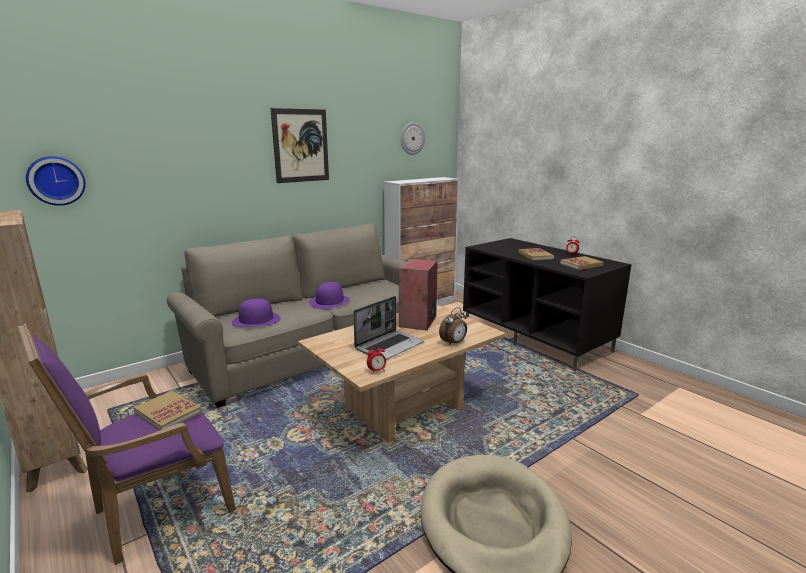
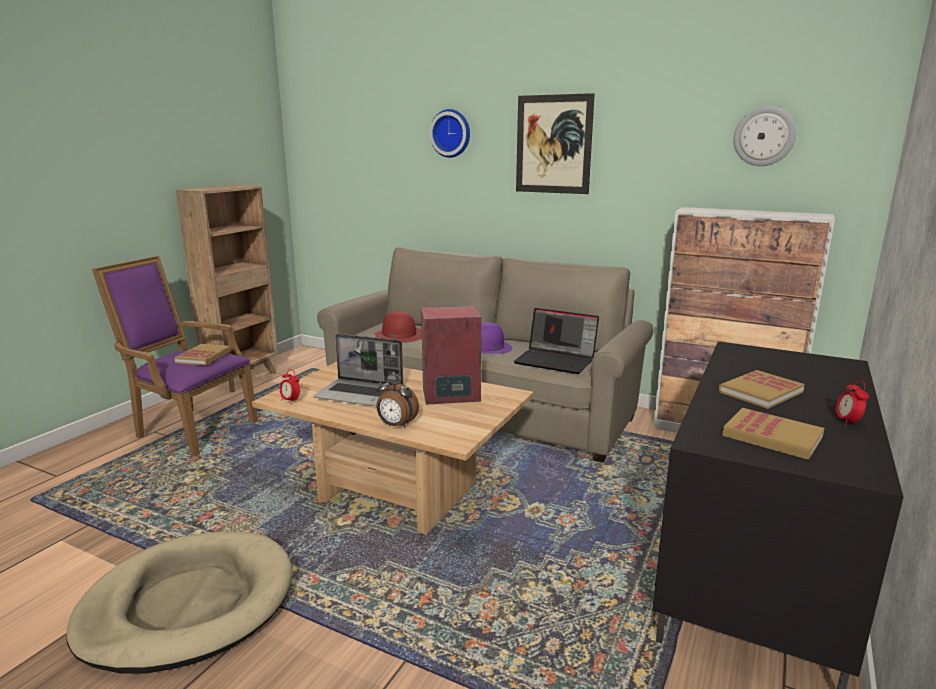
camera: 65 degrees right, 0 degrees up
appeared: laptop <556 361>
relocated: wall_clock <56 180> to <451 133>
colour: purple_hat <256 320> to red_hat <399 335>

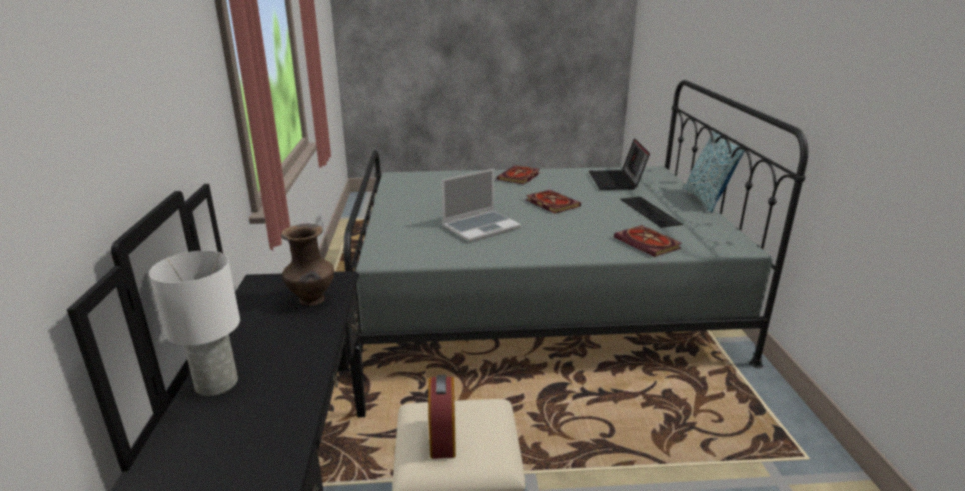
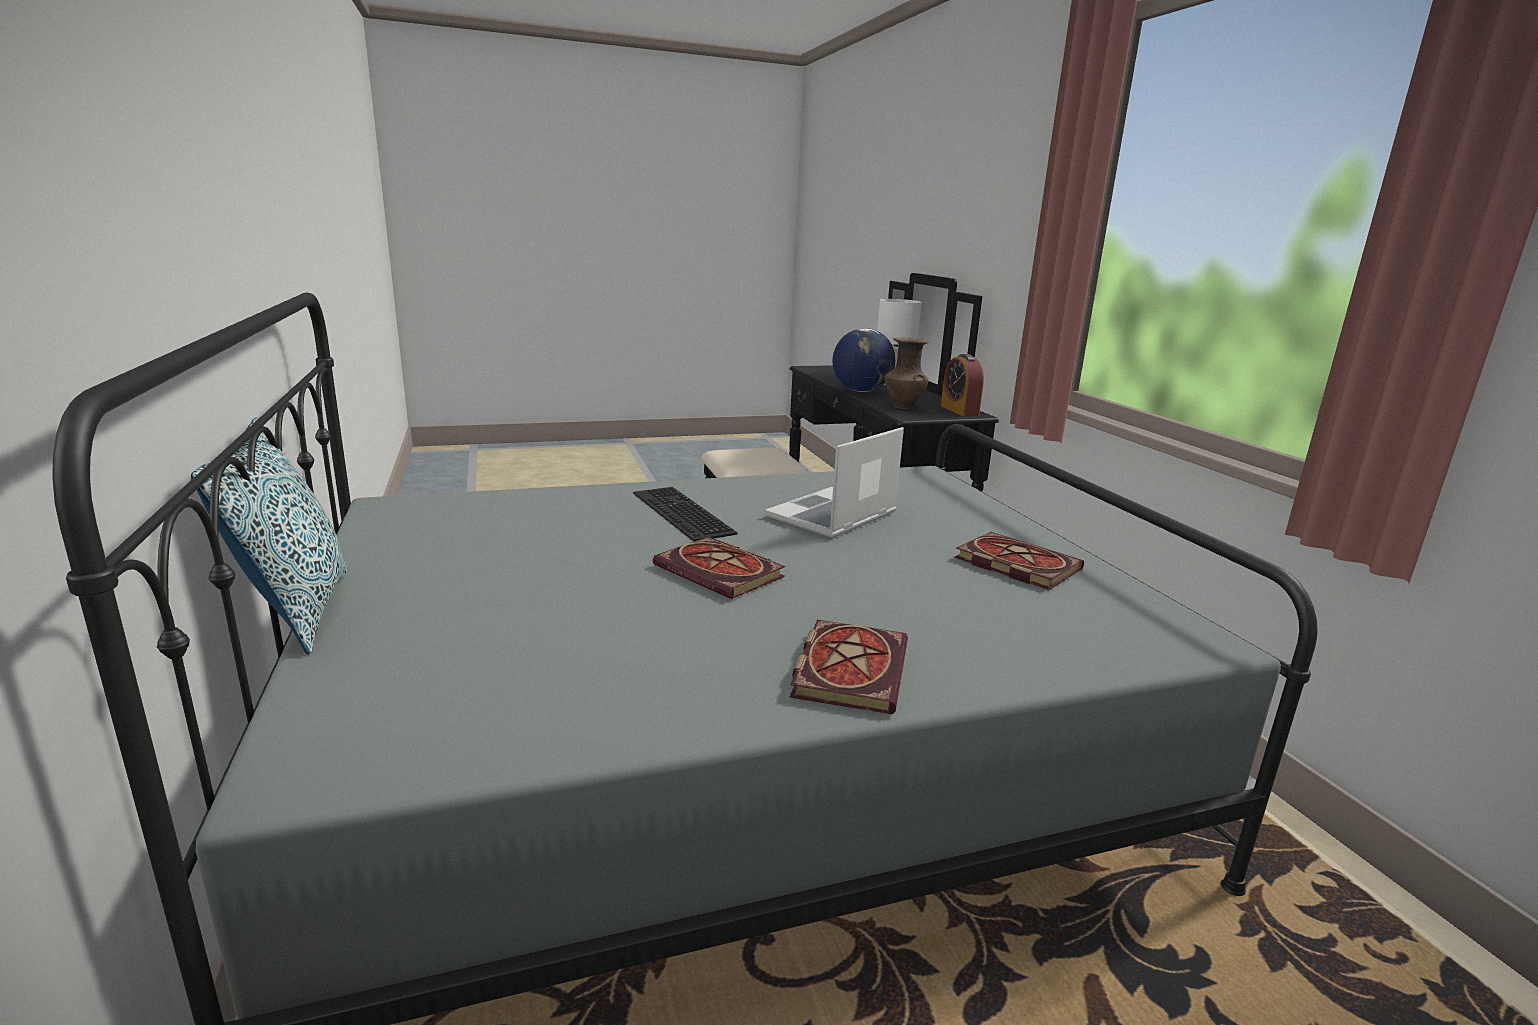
camera: 165 degrees right, 5 degrees down
missing: laptop <616 181>
appeared: globe <861 391>
relocated: keyboard <651 211> to <678 512>; book <649 243> to <1013 564>; alarm_clock <443 437> to <959 410>

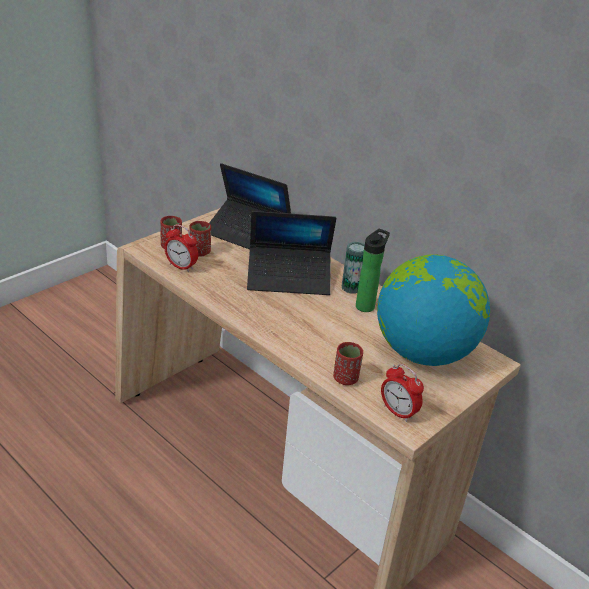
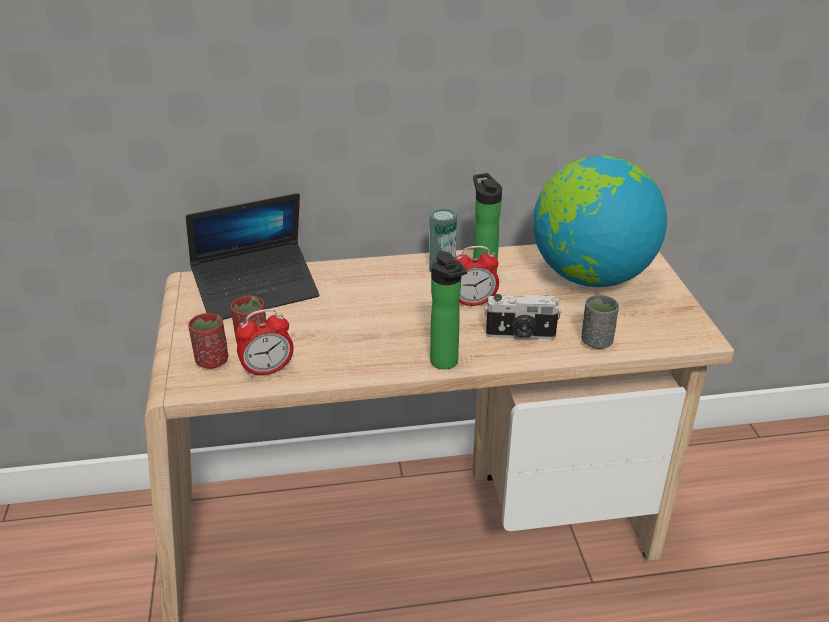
camera: 50 degrees left, 0 degrees up
missing: laptop <289 278>
appeared: bottle <446 364>; photo_camera <520 335>
relocated: alarm_clock <398 412> to <473 302>
colour: red_cup <345 379> to grey_cup <596 341>

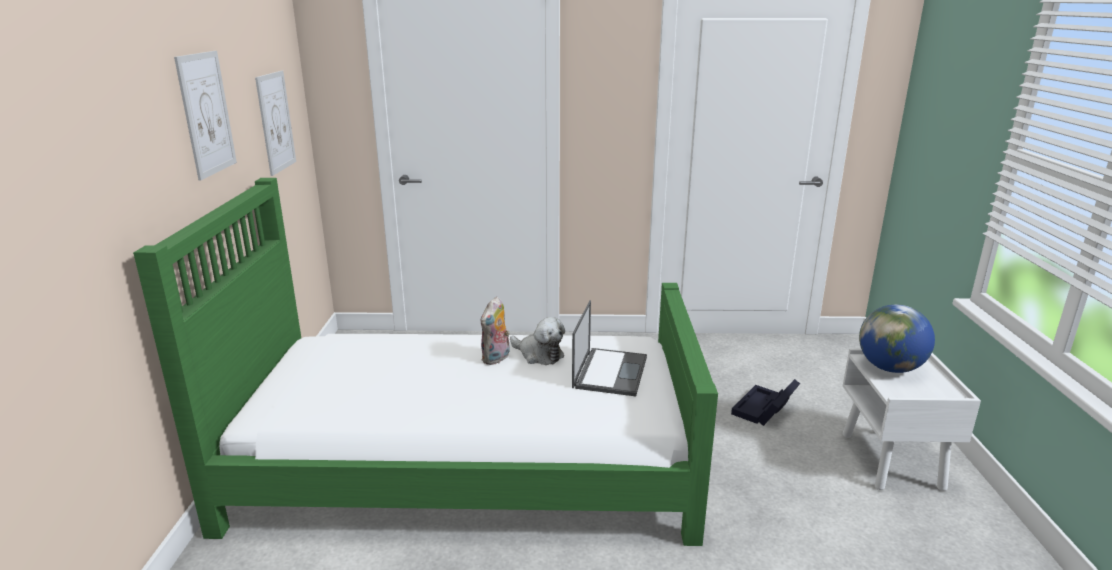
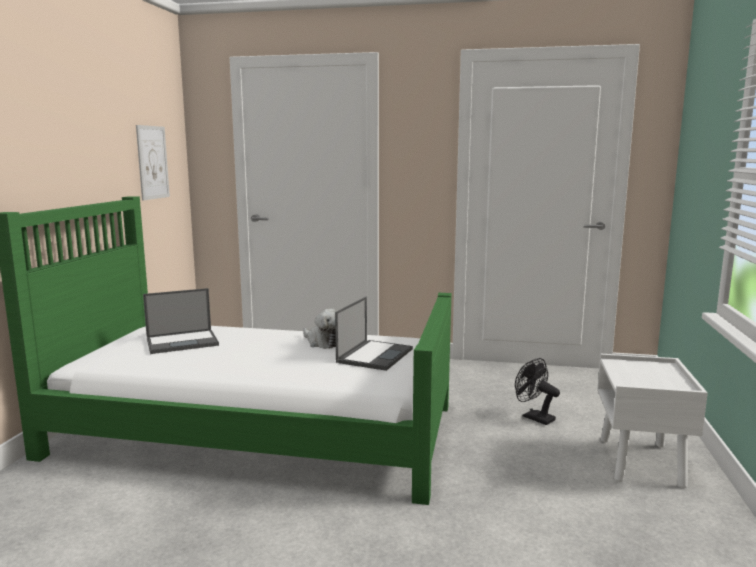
camera: 10 degrees right, 10 degrees down
missing: picture <206 114>; plush_toy <496 359>; globe <890 368>
appeared: laptop <183 342>
exchanged: black_storage_box <764 410> to black_fan <534 417>

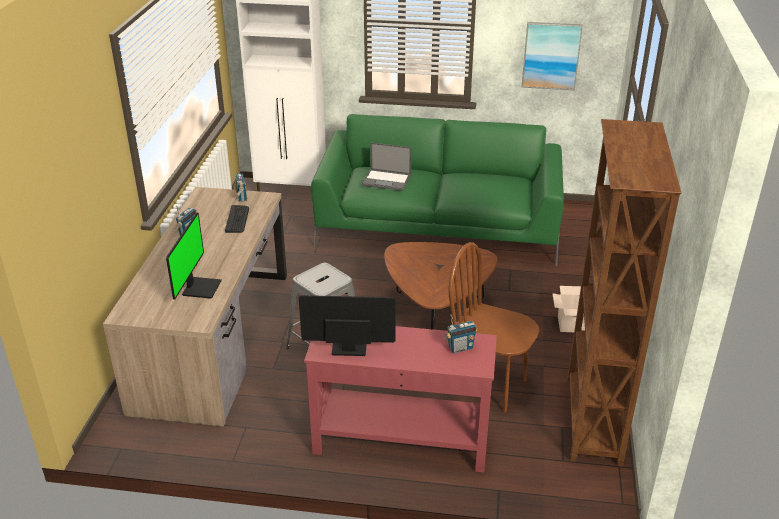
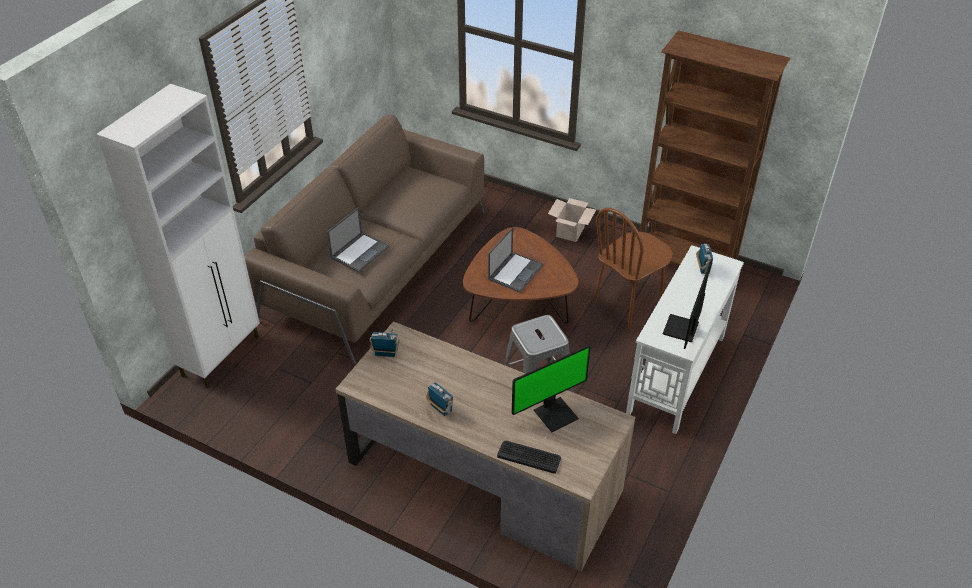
camera: 70 degrees left, 10 degrees up
missing: picture <551 55>
appeared: laptop <515 272>
relocated: keyboard <237 219> to <529 456>
colour: green_sofa <438 227> to brown_sofa <377 263>; red_console_table <400 440> to white_console_table <676 374>
spun: monitor <200 288> = <555 413> 120 degrees clockwise

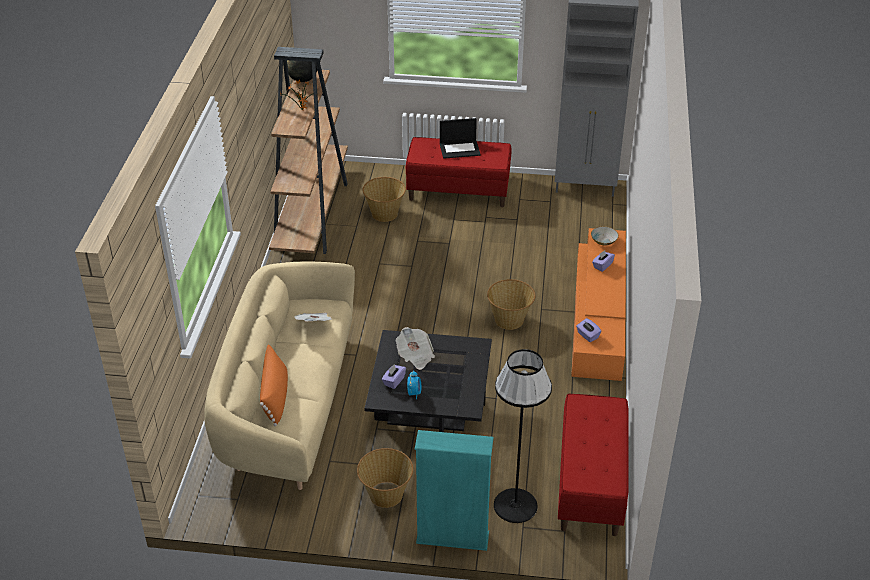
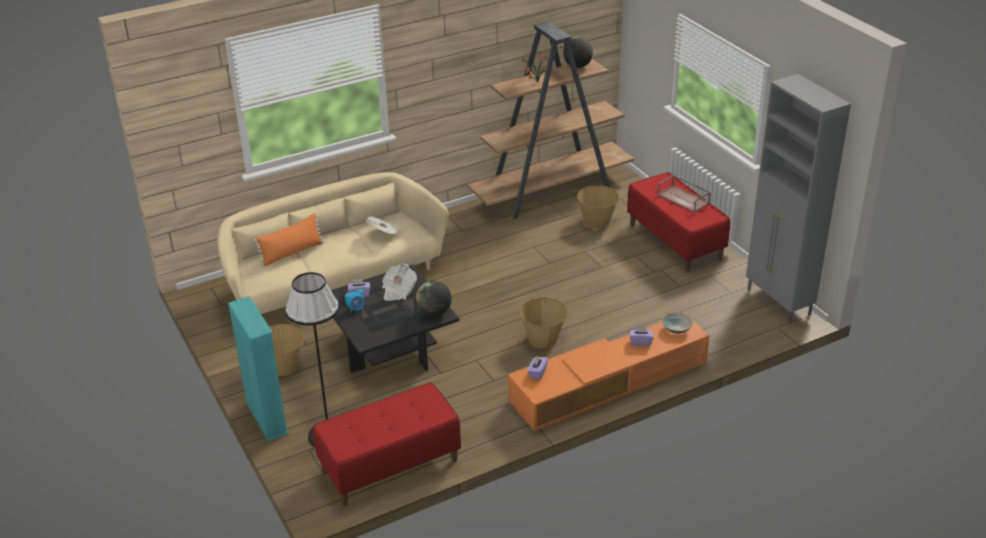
camera: 55 degrees right, 5 degrees down
appeared: globe <434 312>
exchanged: laptop <460 149> to brown_tray <684 199>

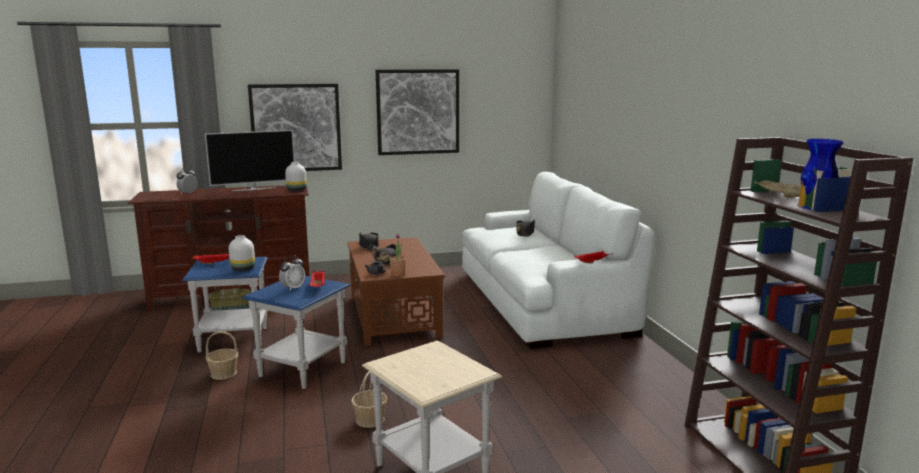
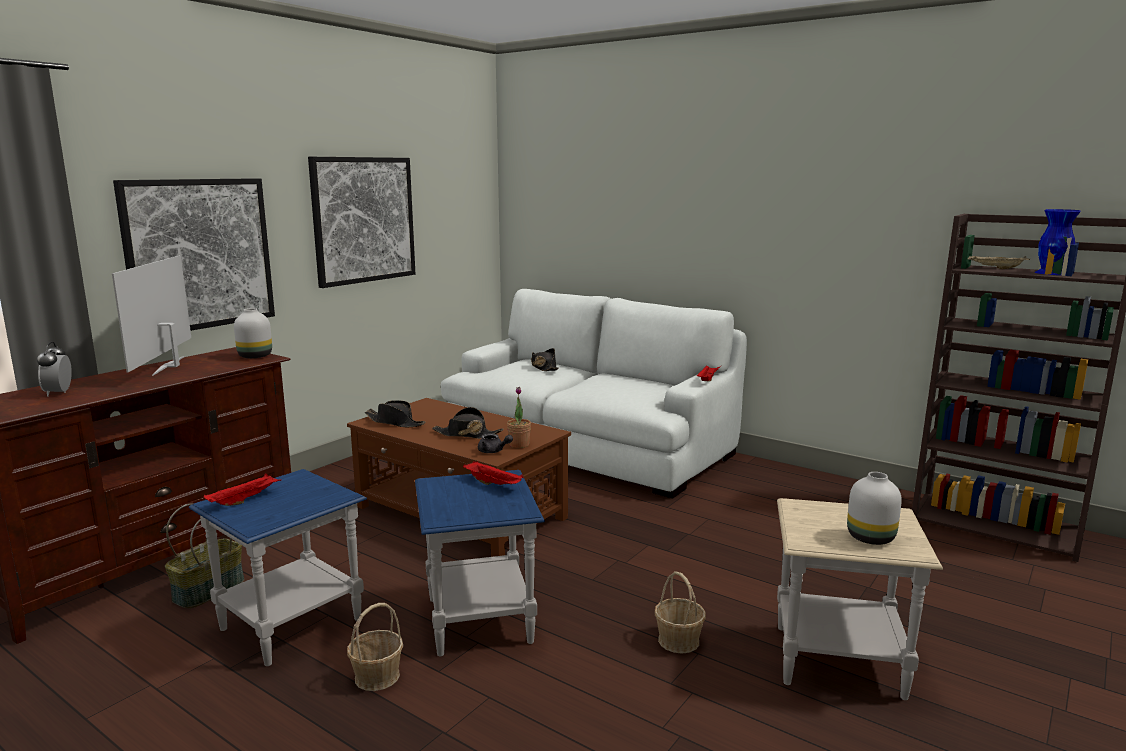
camera: 40 degrees left, 0 degrees up
missing: alarm_clock <293 288>
relocated: white_vase <242 269> to <869 538>
spun: television <254 189> = <170 366> 150 degrees clockwise

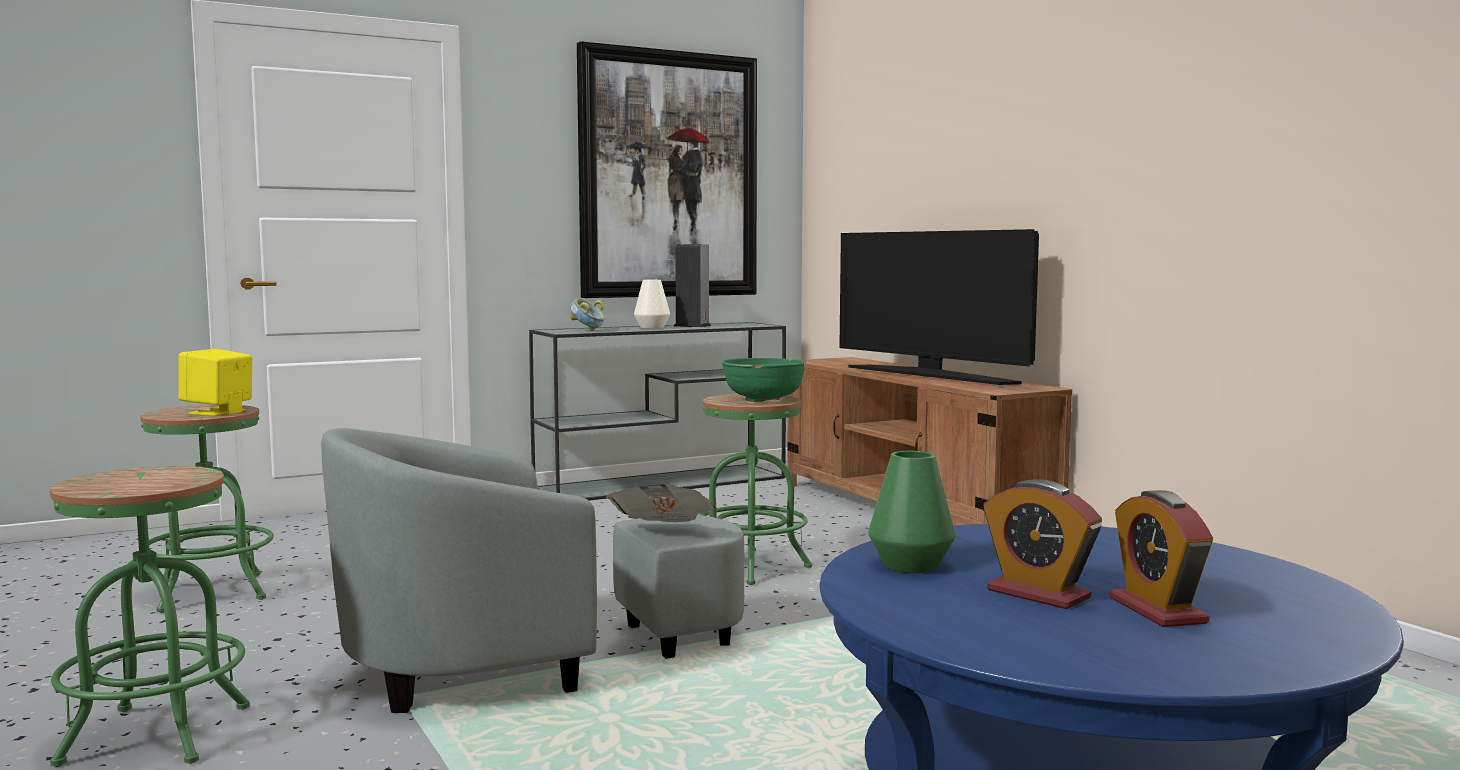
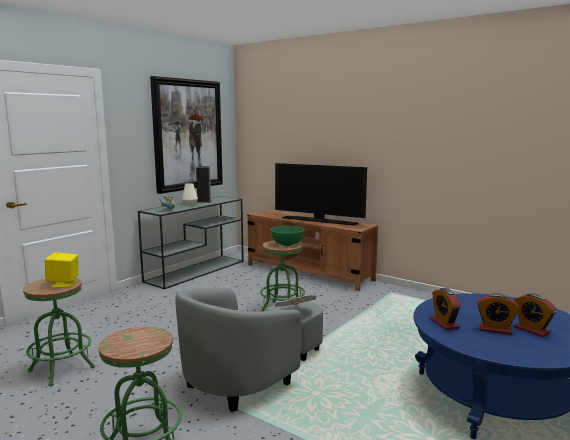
camera: 25 degrees left, 5 degrees up
exchanged: green_vase <911 565> to alarm_clock <444 323>

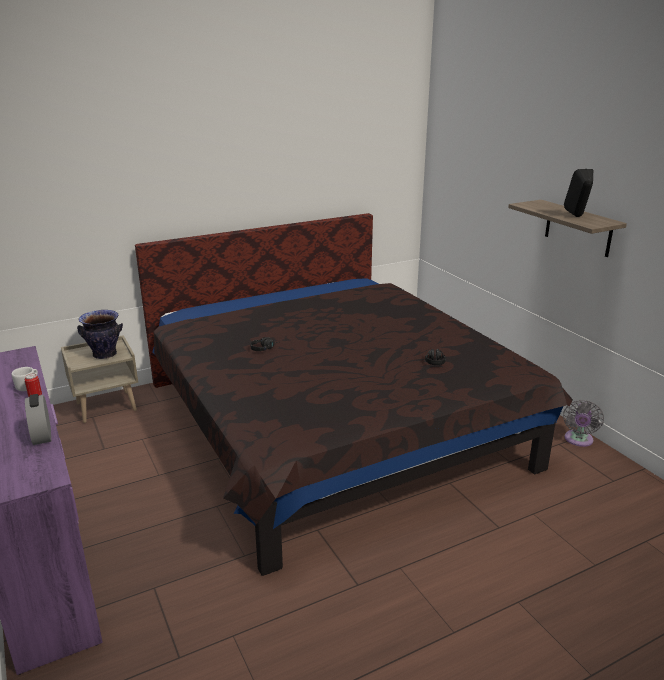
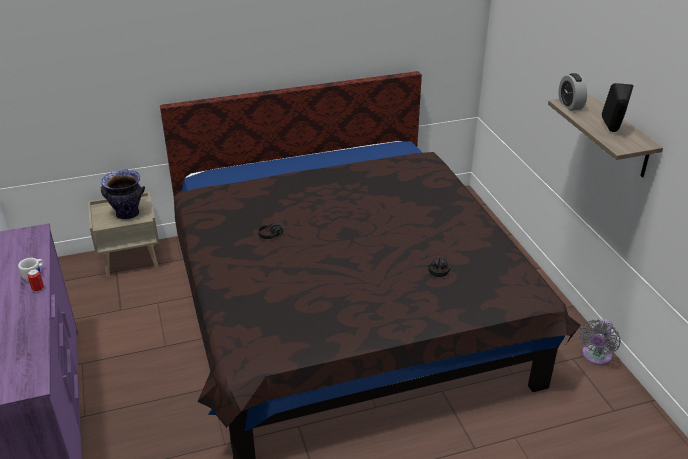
camera: 10 degrees right, 10 degrees up
relocated: alarm_clock <42 435> to <570 105>

